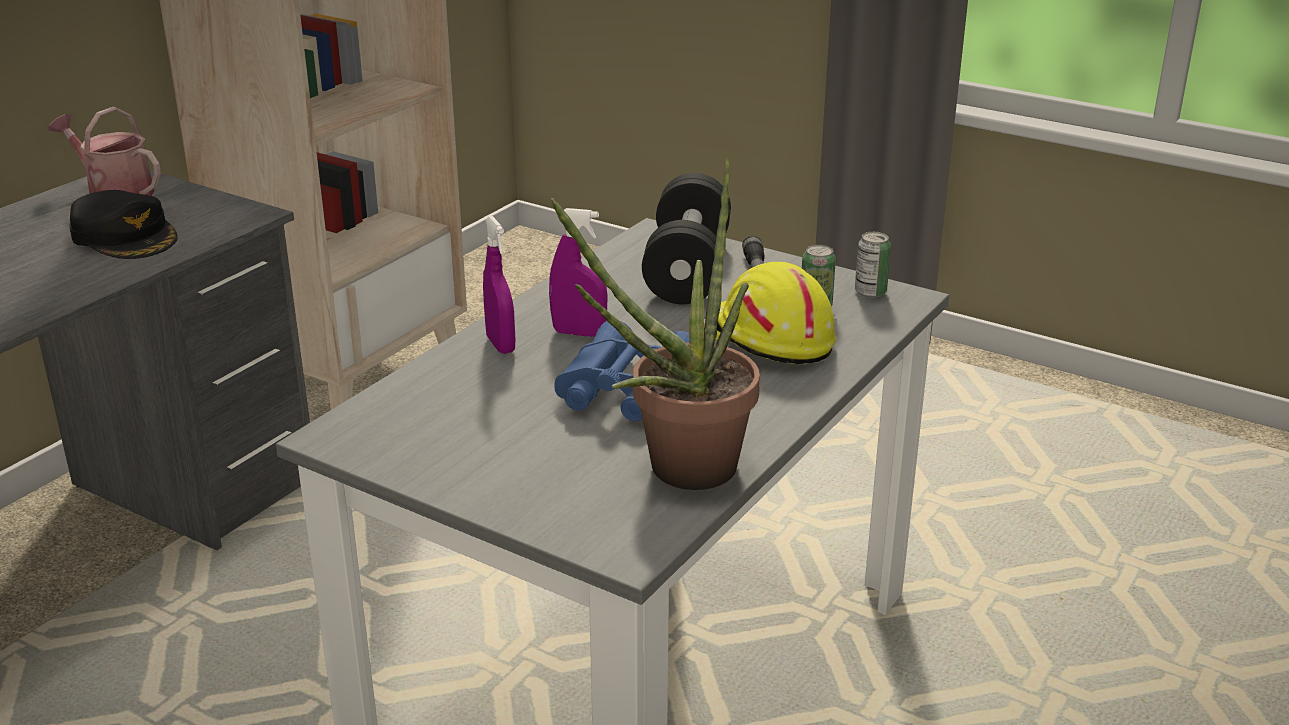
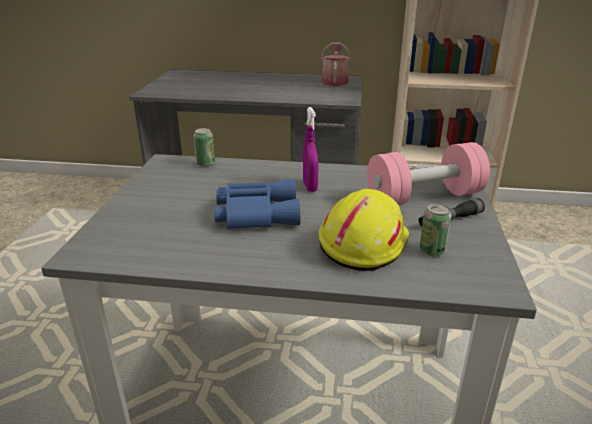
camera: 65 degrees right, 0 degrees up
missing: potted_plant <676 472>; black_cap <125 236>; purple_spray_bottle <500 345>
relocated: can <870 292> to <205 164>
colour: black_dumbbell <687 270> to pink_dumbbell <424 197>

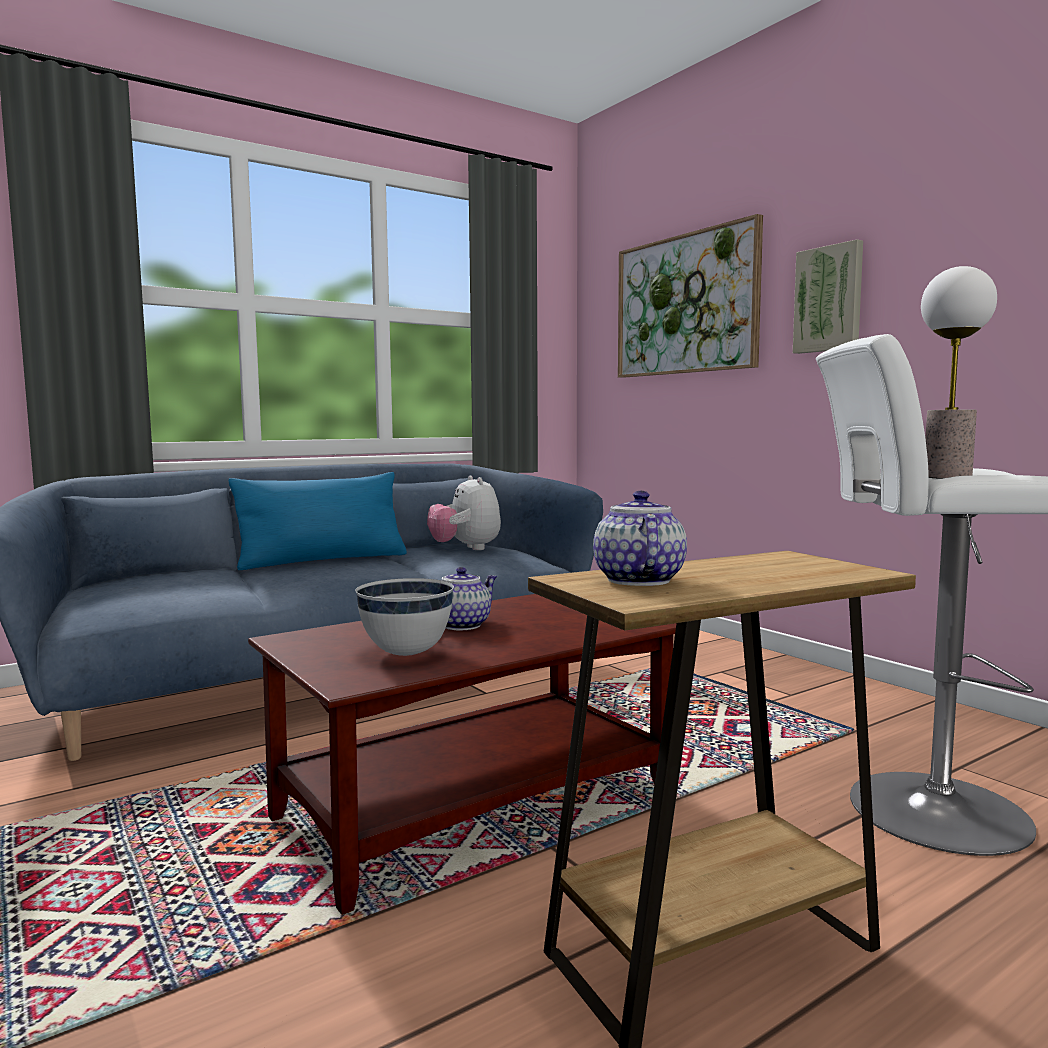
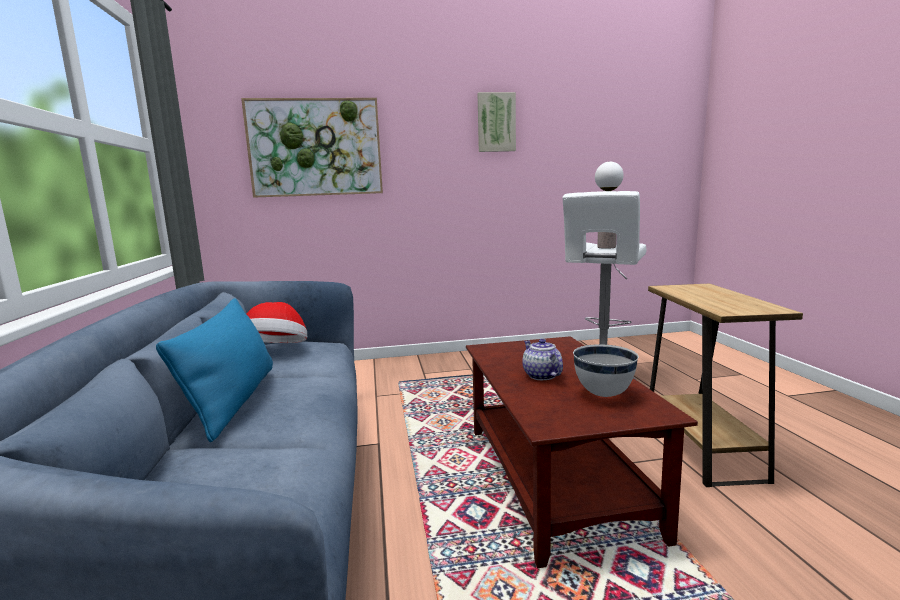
camera: 65 degrees left, 5 degrees up
missing: teapot <637 580>
relocated: picture <829 299> to <496 122>
exchanged: plush_toy <466 549> to hat <277 350>

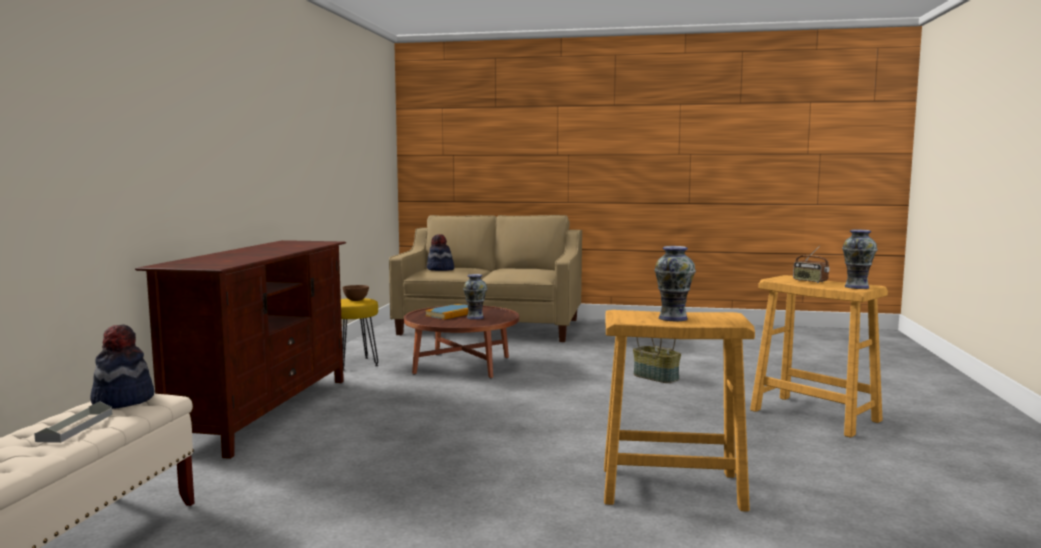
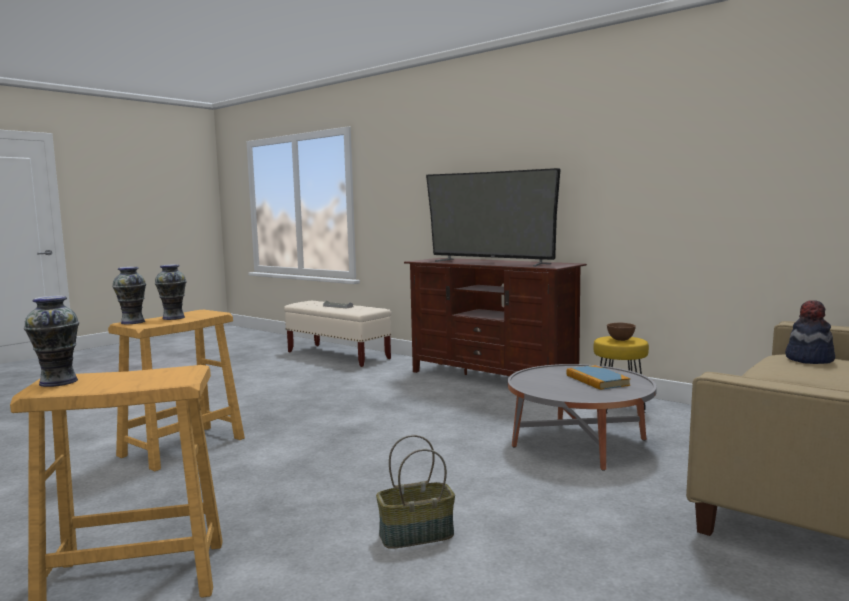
camera: 120 degrees right, 0 degrees up
missing: radio <809 281>; hat <122 400>
appeared: television <490 262>
relocated: vase <475 317> to <133 322>
colour: brown_coffee_table <462 365> to grey_coffee_table <579 443>

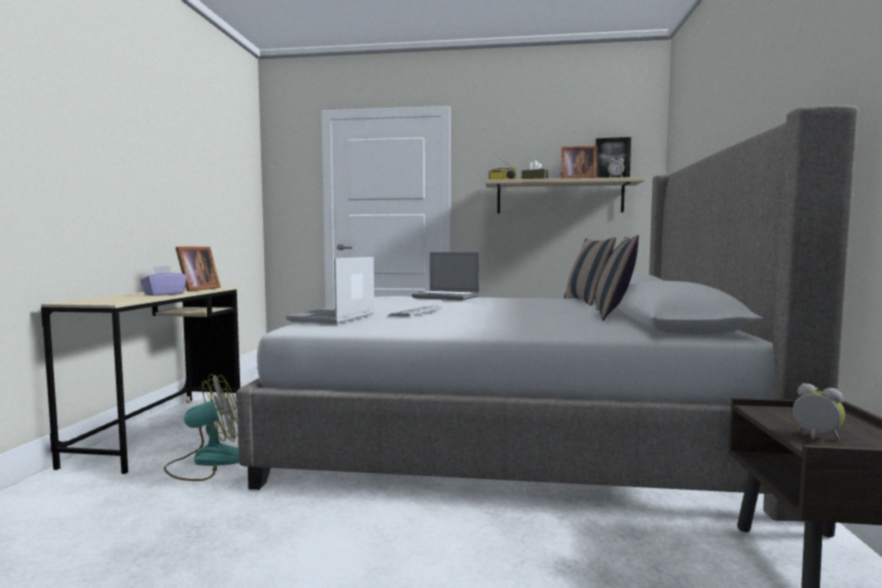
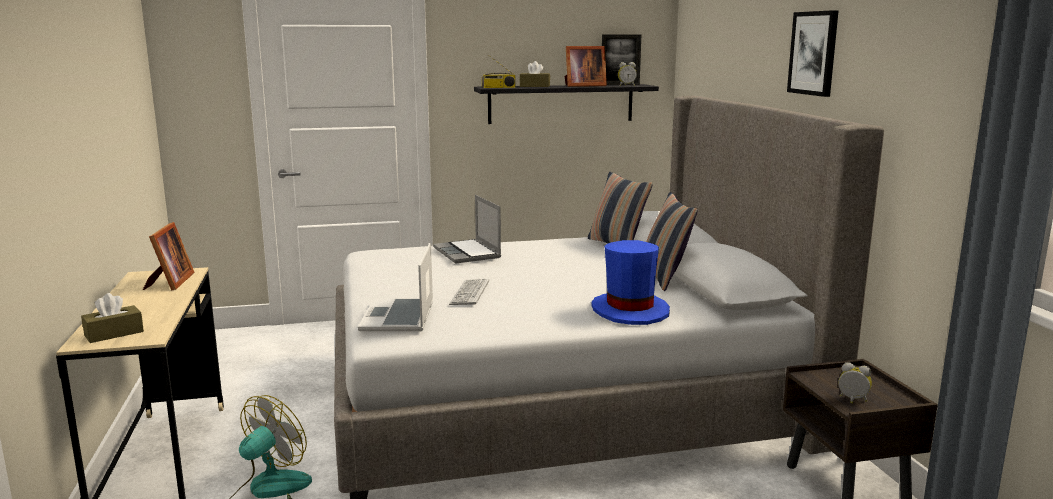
camera: 20 degrees left, 10 degrees up
missing: purple_tissue_box <164 294>
appeared: picture <813 53>; blue_hat <630 311>; brown_tissue_box <114 333>
colour: beige_shelf <559 197> to black_shelf <561 103>
spun: laptop <447 297> = <468 253> 60 degrees clockwise

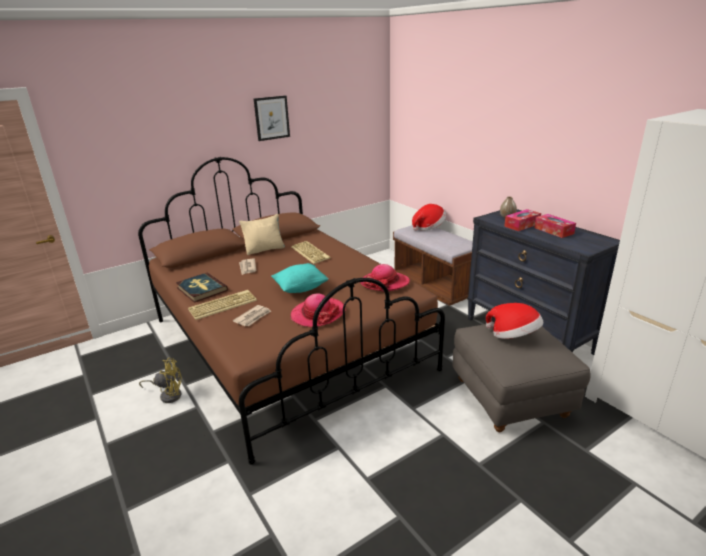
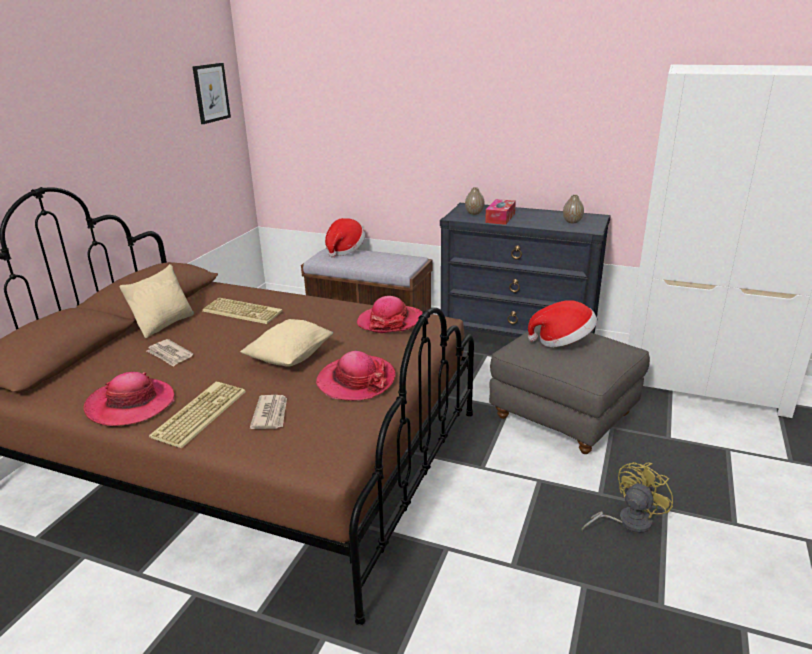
camera: 35 degrees left, 0 degrees up
missing: tissue_box <553 231>
appeared: vase <572 222>
relocated: picture <271 118> to <211 93>; yellow_fan <168 395> to <627 522>
exchanged: book <201 289> to hat <131 404>
colour: turquoise_pillow <301 288> to beige_pillow <290 358>

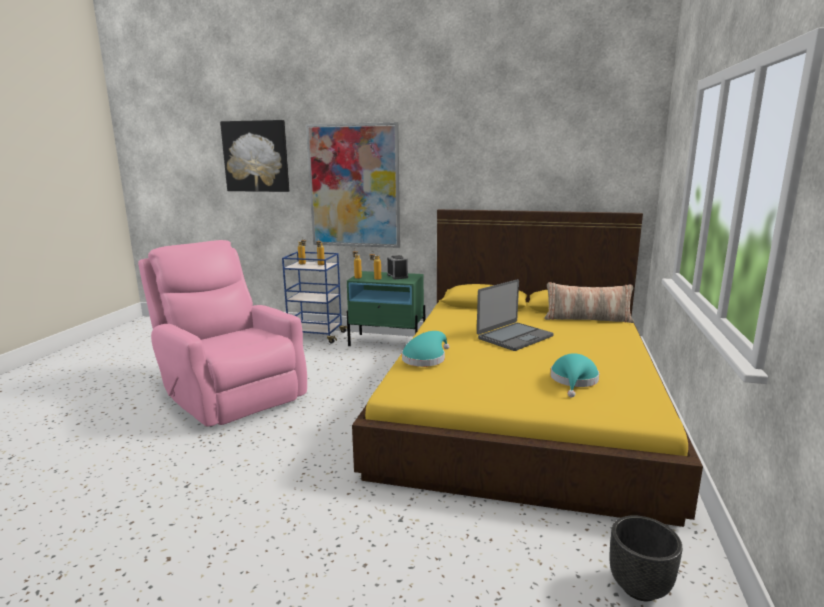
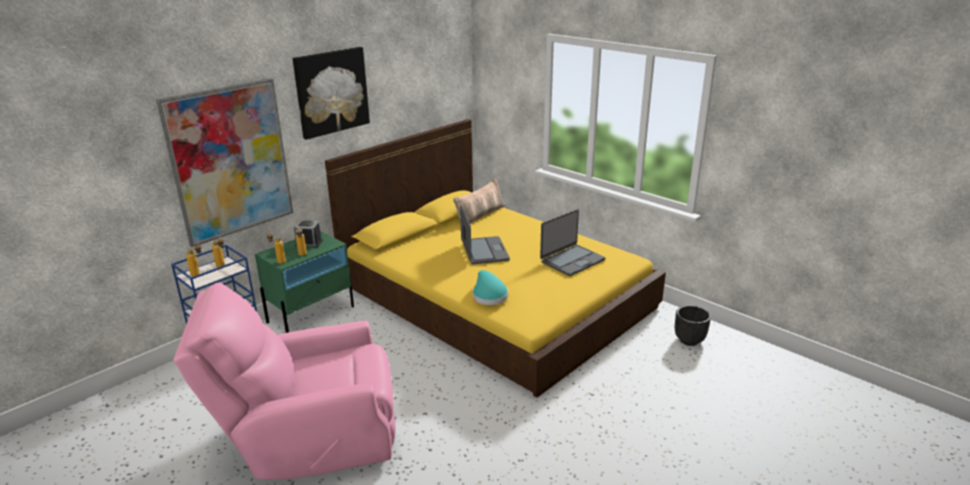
camera: 60 degrees left, 10 degrees up
relocated: picture <256 156> to <331 92>
exchanged: turquoise_hat <574 381> to laptop <572 261>

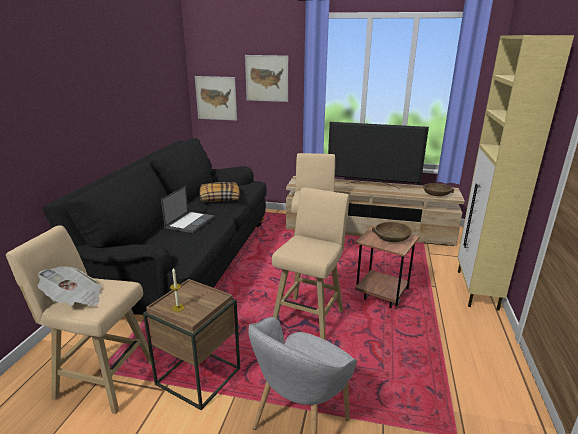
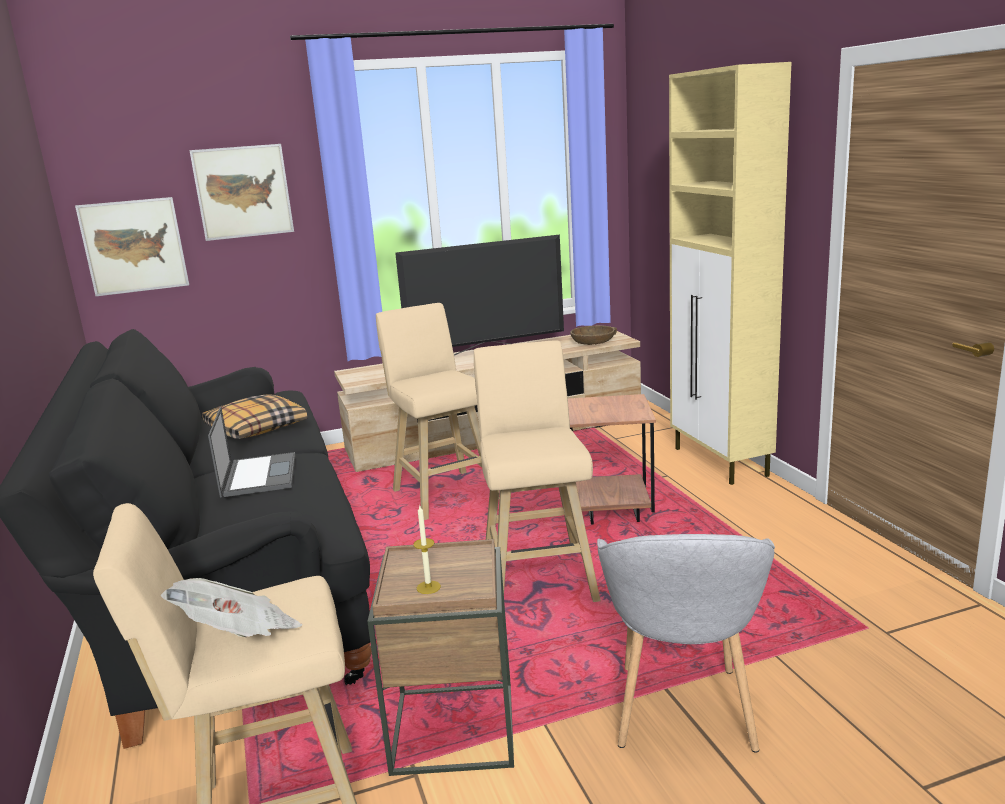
camera: 30 degrees left, 5 degrees down
missing: brown_bowl <391 237>

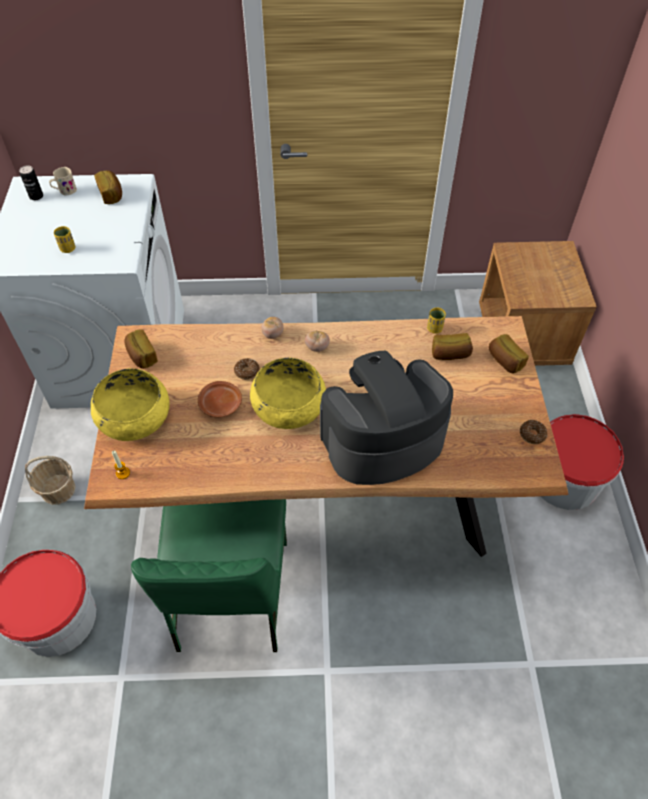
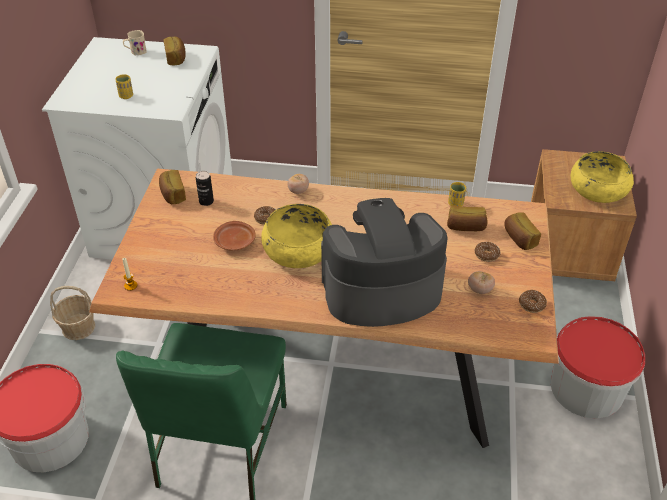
camera: 10 degrees right, 10 degrees down
appeared: donut <486 255>
relocated: can <36 196> to <206 201>; tomato <317 347> to <480 290>; yellow_bowl <134 416> to <598 189>

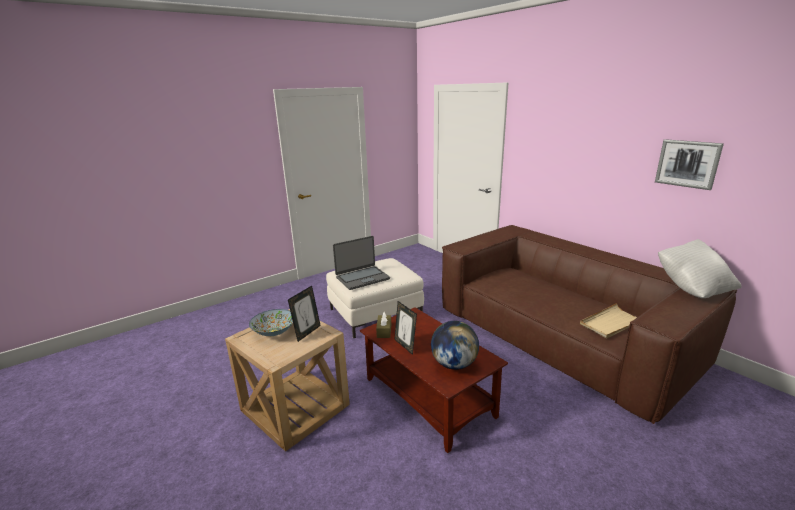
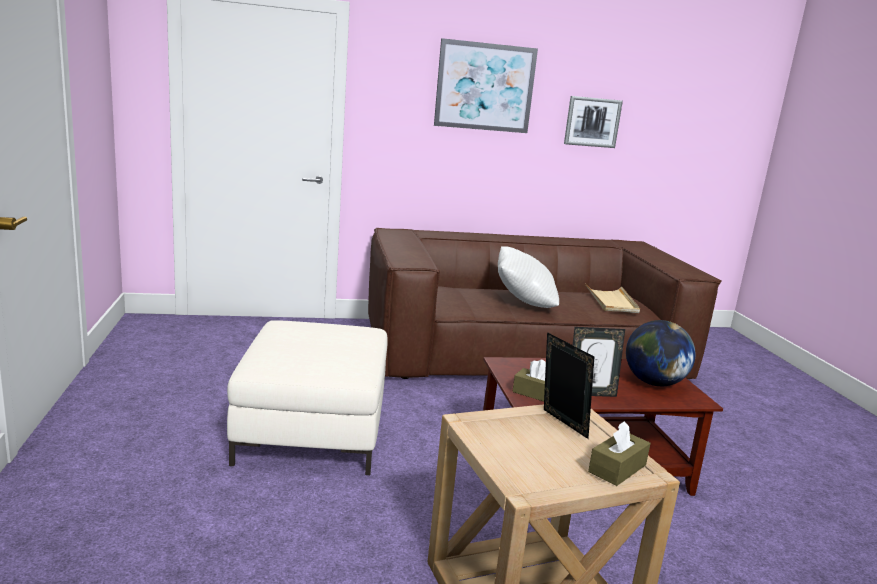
camera: 65 degrees left, 5 degrees down
missing: laptop <362 278>; bowl <274 331>
appeared: picture <485 87>; brown_tissue_box <617 468>
relocated: white_pillow <692 288> to <523 302>

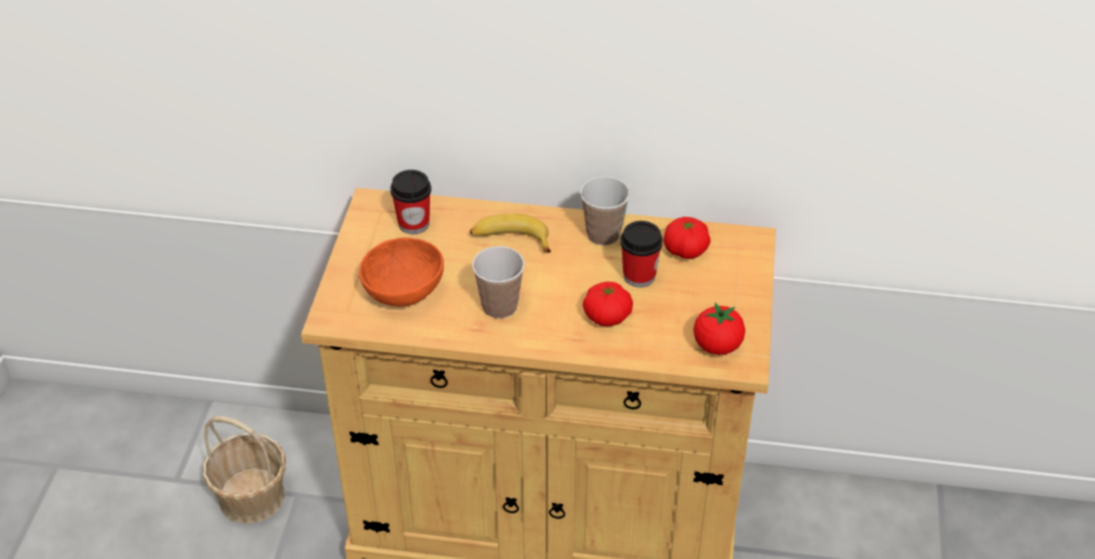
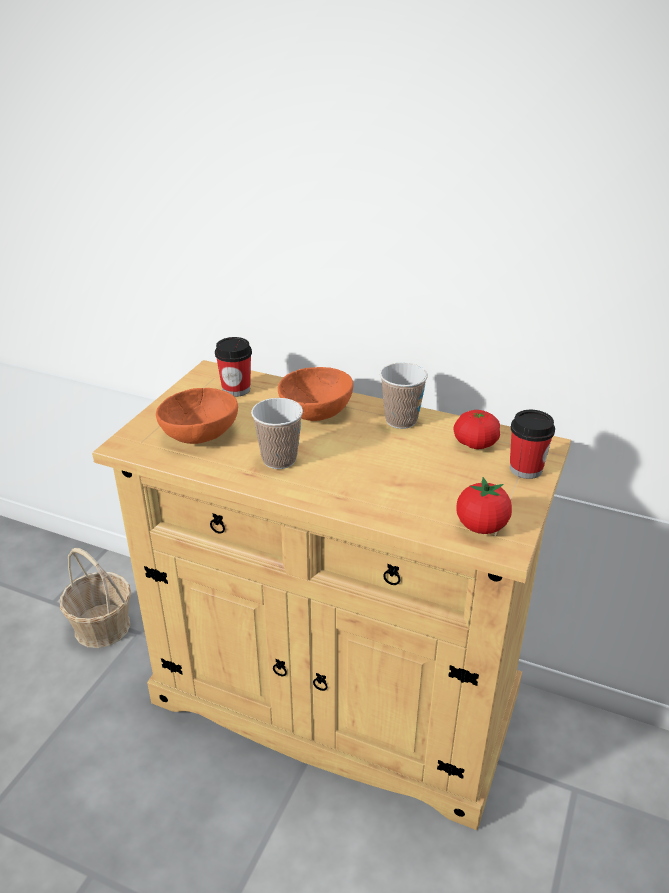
camera: 15 degrees right, 10 degrees down
missing: tomato <607 316>
relocated: cup <639 276> to <525 469>
exchanged: banana <510 240> to orange_bowl <314 412>

